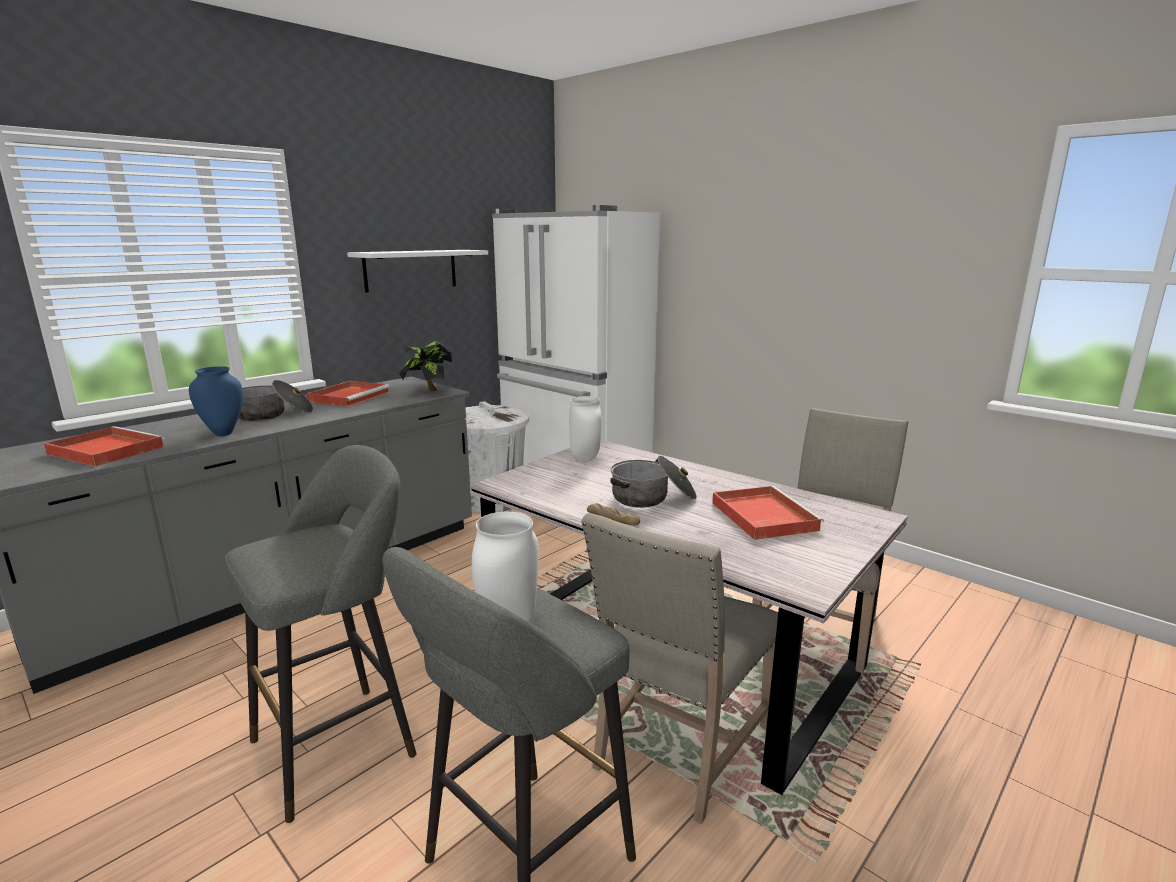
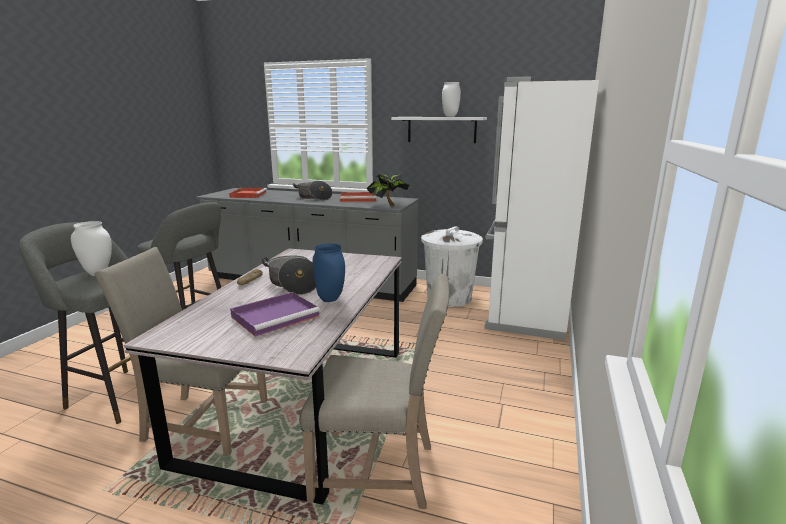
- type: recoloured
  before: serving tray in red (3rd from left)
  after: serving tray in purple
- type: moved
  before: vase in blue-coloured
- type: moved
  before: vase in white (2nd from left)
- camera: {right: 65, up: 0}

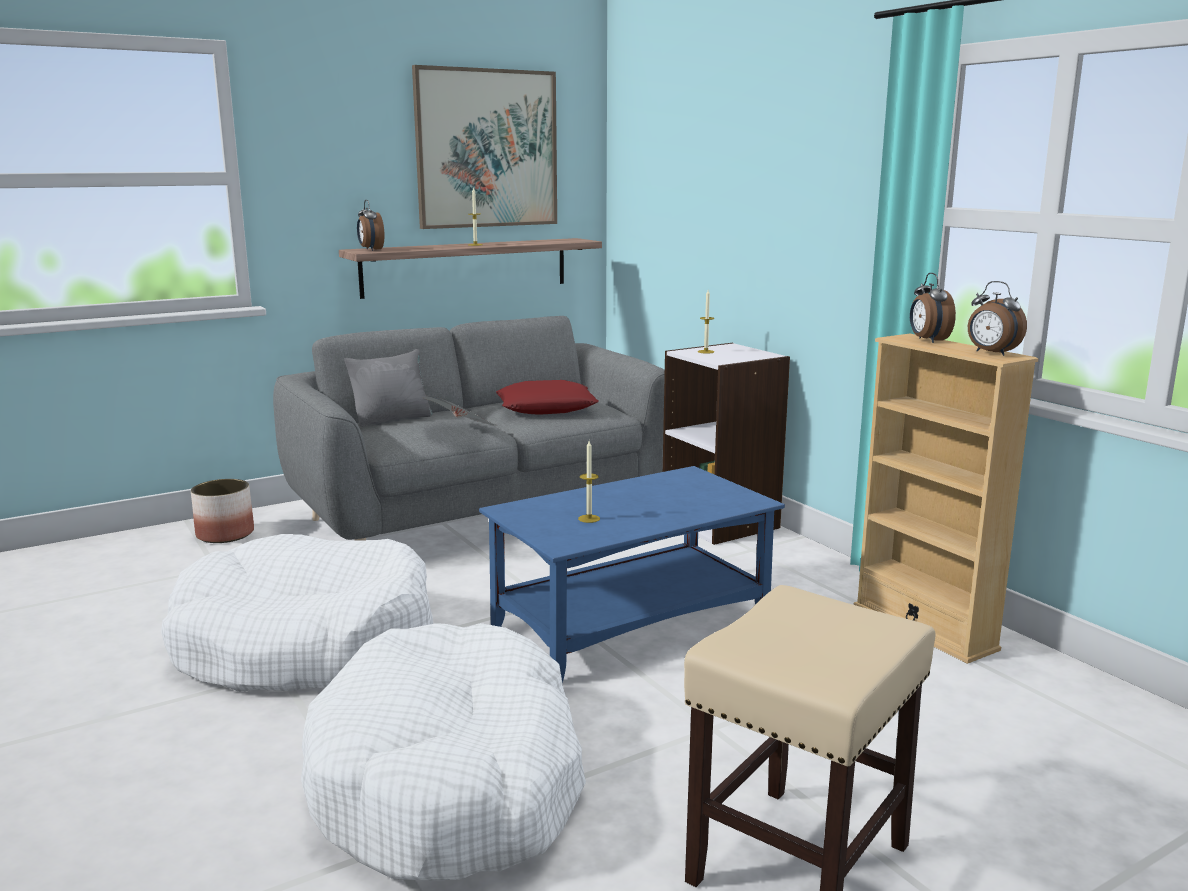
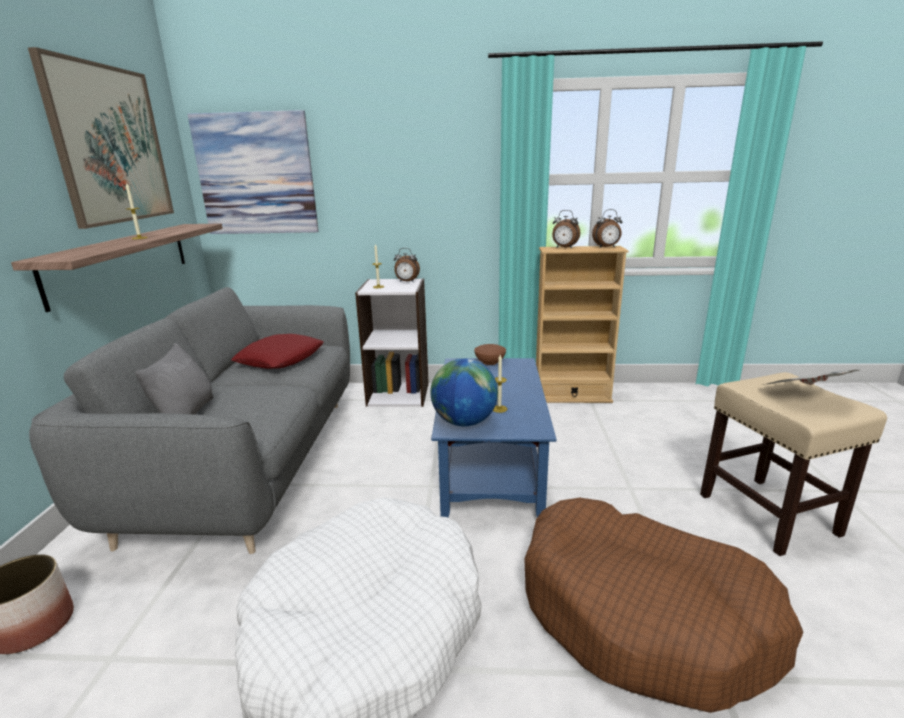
- type: added
  after: picture (2nd from left)
- type: moved
  before: table clock (1st from left)
- type: added
  after: world globe
- type: added
  after: deep dish in brownish
- type: recoloured
  before: dog cushion in white (2nd from left)
  after: dog cushion in brownish
- type: moved
  before: printed paper
- camera: {right: -55, up: 5}

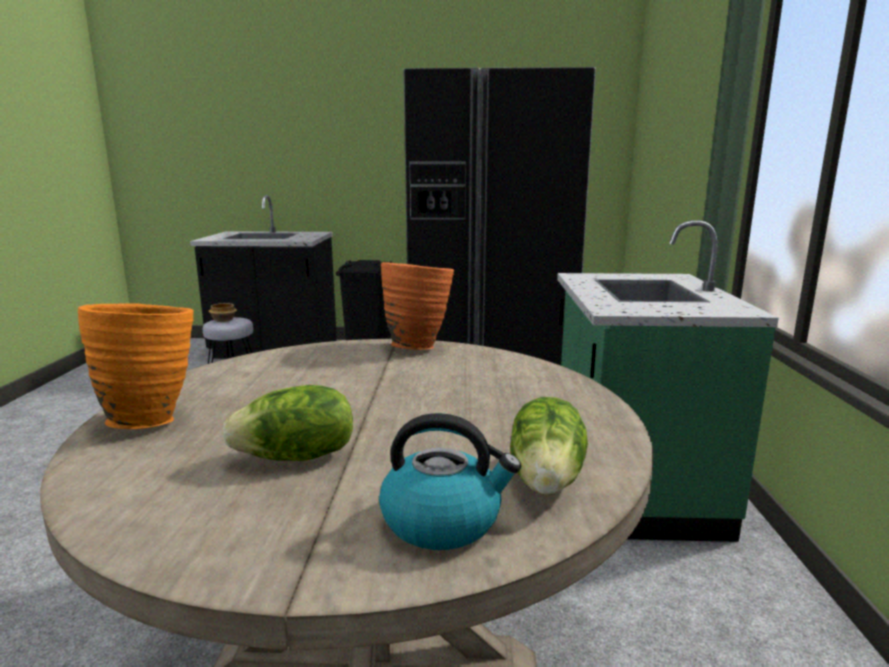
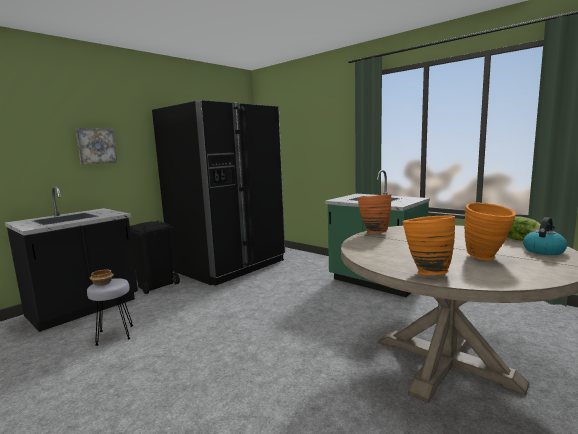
- type: added
  after: picture
- type: replaced
  before: lettuce (1st from left)
  after: vase in orange-coloured (3rd from left)
- camera: {right: -50, up: -5}

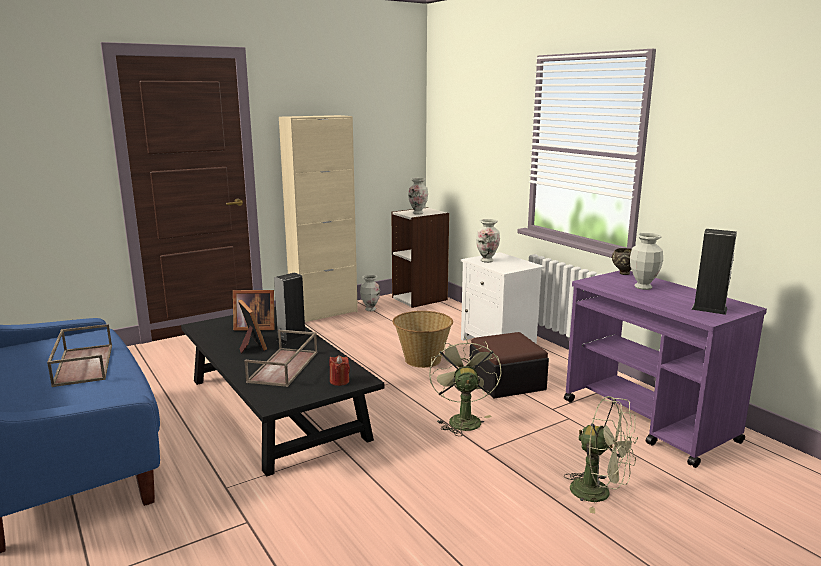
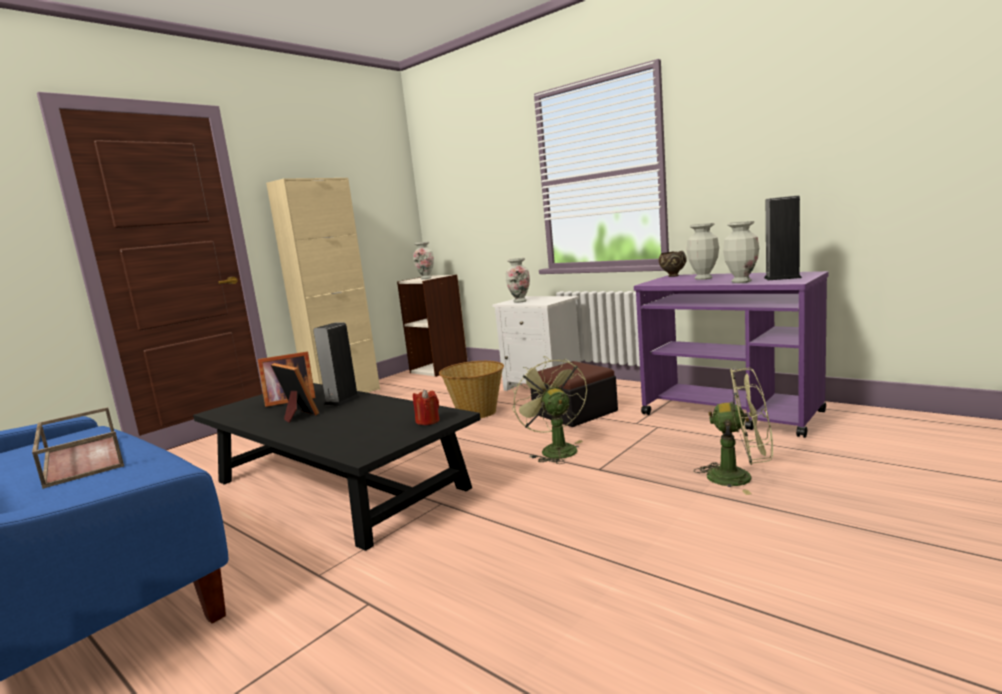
- type: moved
  before: vase (1st from left in the first image)
  after: vase (4th from left)
- type: removed
  before: serving tray in brownish (2nd from left)
- camera: {right: -15, up: -5}

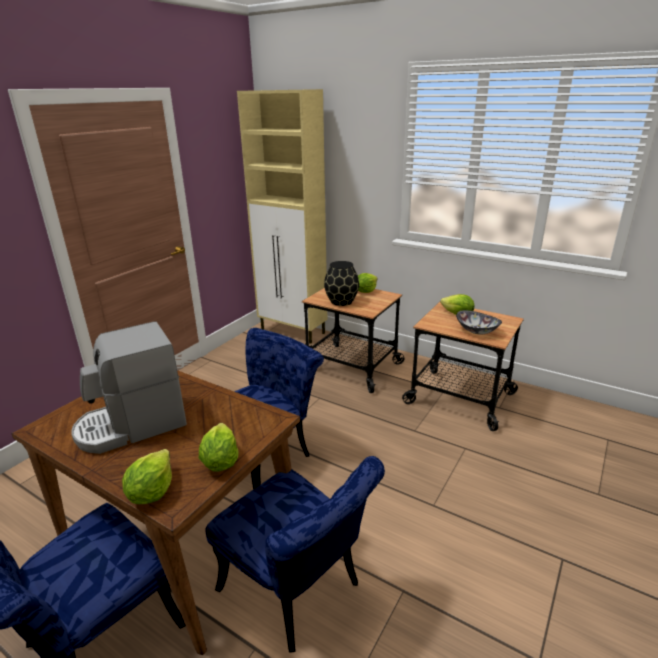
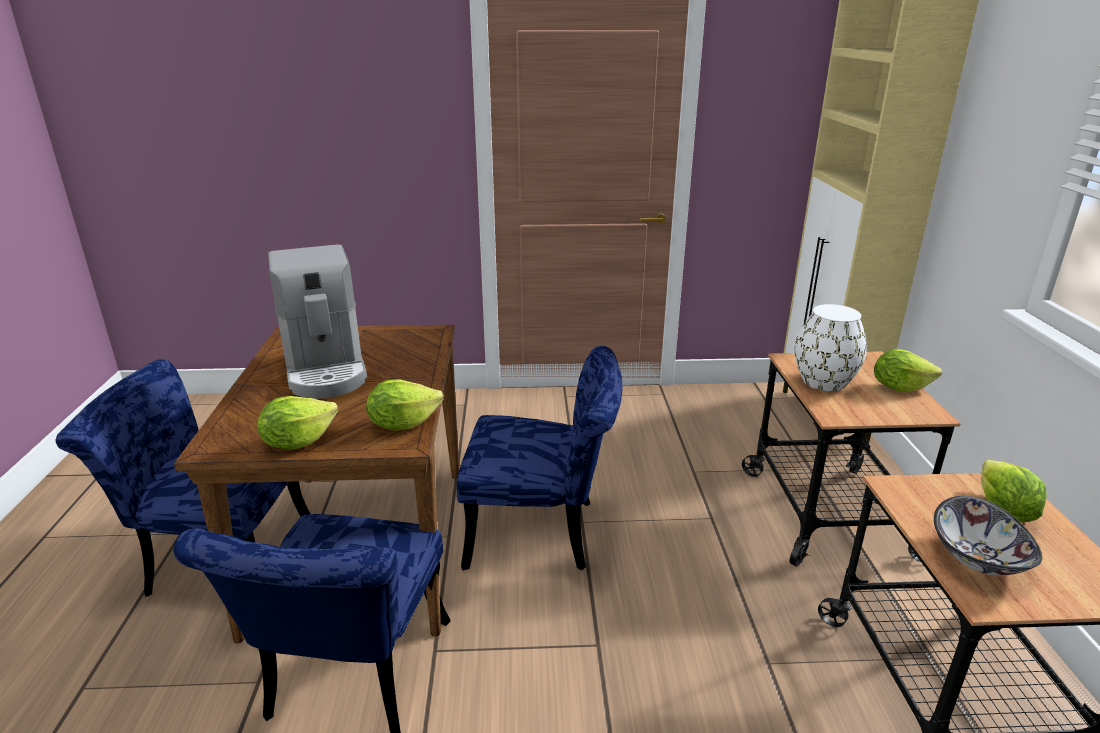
- type: turned
  before: coffee maker
  turn: -135
- type: moved
  before: lettuce (1st from left in the first image)
  after: lettuce (2nd from left)
- type: recoloured
  before: vase in black
  after: vase in white
- camera: {right: 55, up: 0}

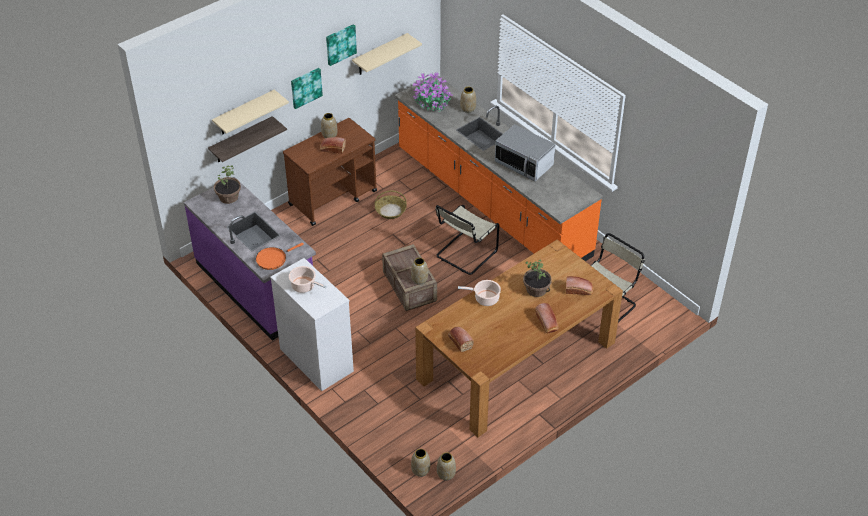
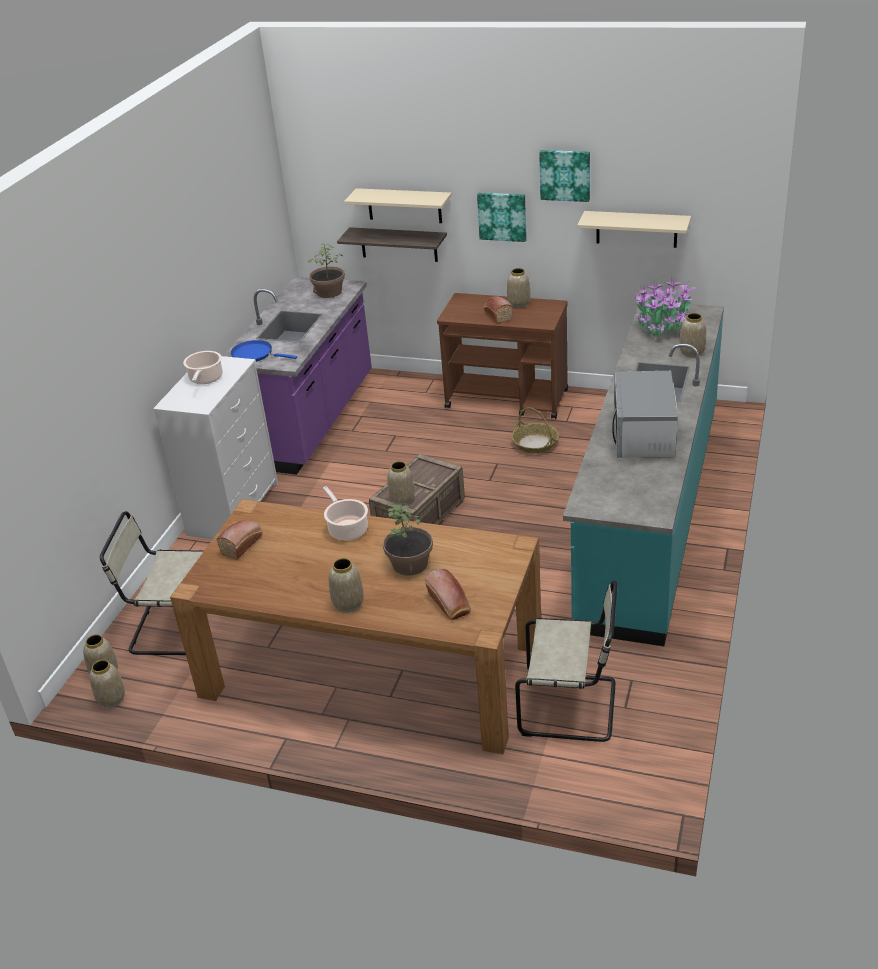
- type: moved
  before: plain chair in sand-coloured (1st from left)
- type: recoloured
  before: skillet in orange-coloured
  after: skillet in blue-coloured
- type: replaced
  before: bakery bread (3rd from left)
  after: vase (3rd from left)
- type: recoloured
  before: kitchen counter in orange-coloured
  after: kitchen counter in turquoise
- camera: {right: 60, up: -10}

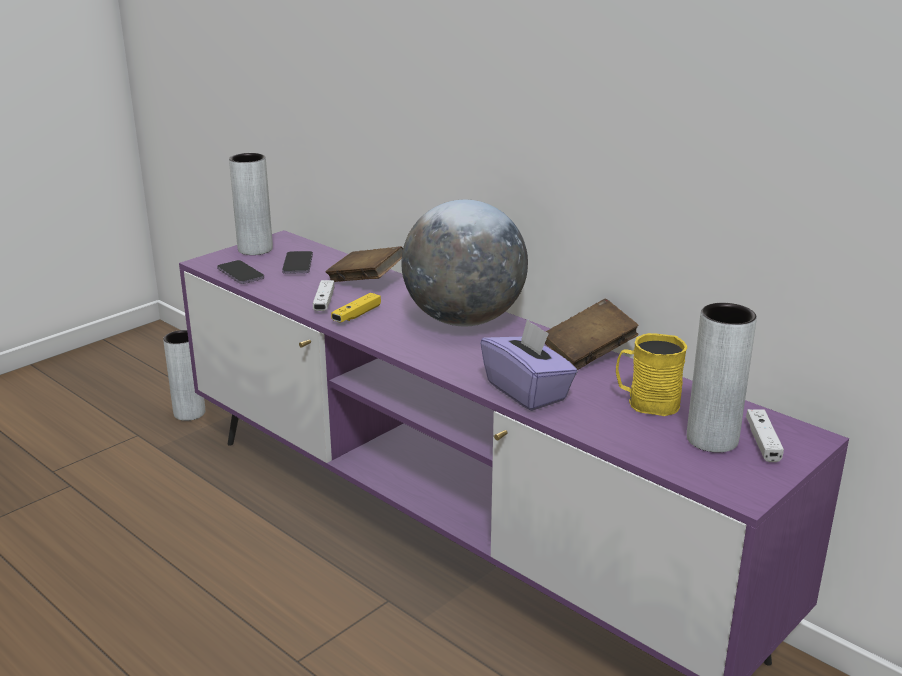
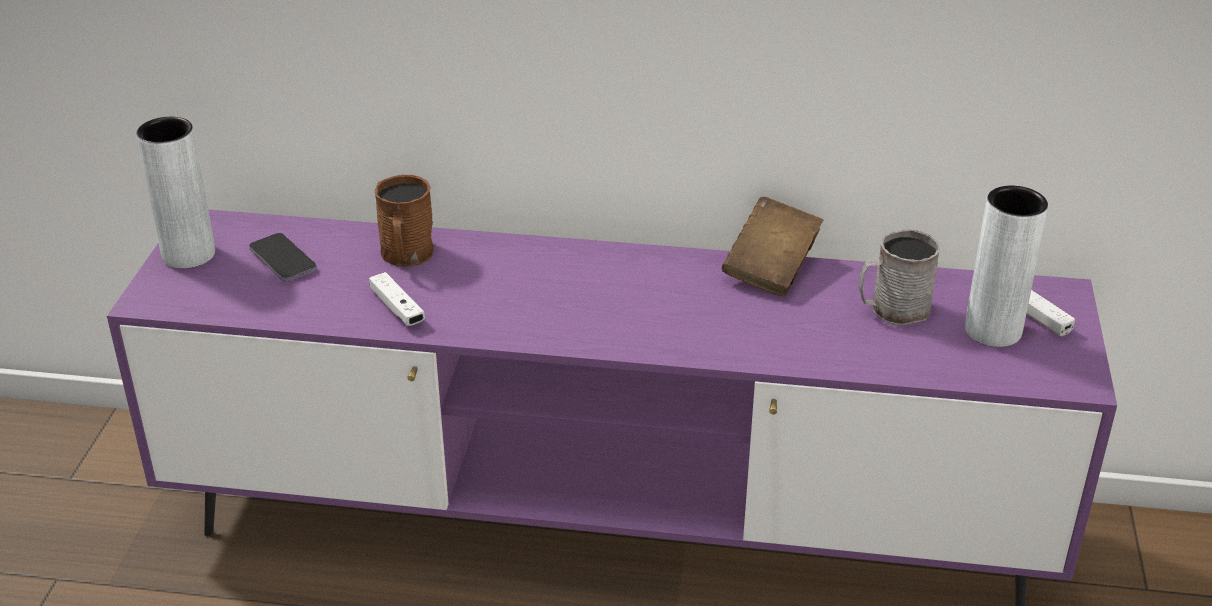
- type: replaced
  before: volume in brownish (1st from left)
  after: coffee mug in brownish
- type: recoloured
  before: coffee mug in yellowish
  after: coffee mug in grey
- type: removed
  before: vase in grey (1st from left)
- type: removed
  before: phone (1st from left)
- type: removed
  before: gamepad in yellowish
- type: removed
  before: world globe
- type: removed
  before: tissue holder in purple
- camera: {right: -35, up: 10}

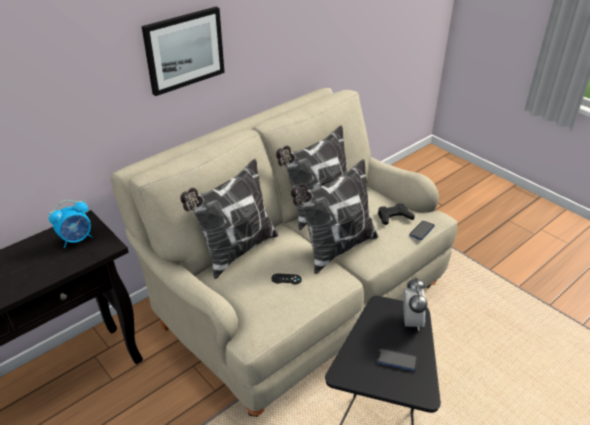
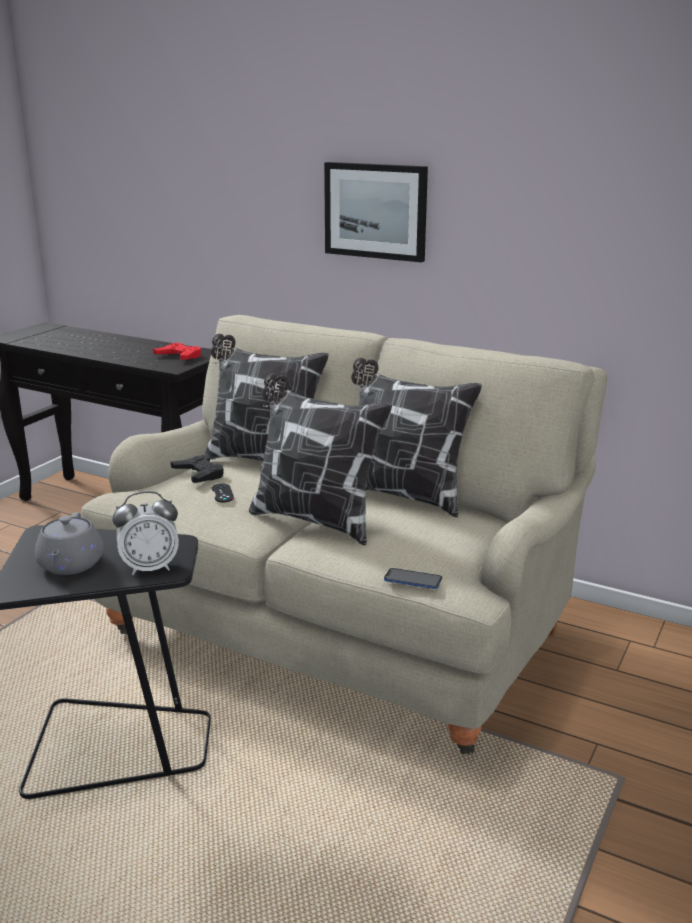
- type: replaced
  before: phone (1st from left)
  after: tea pot in grey
- type: replaced
  before: table clock (1st from left)
  after: gamepad in red
- type: moved
  before: gamepad in black (2nd from left in the first image)
  after: gamepad in black (1st from left)
- camera: {right: 70, up: -15}

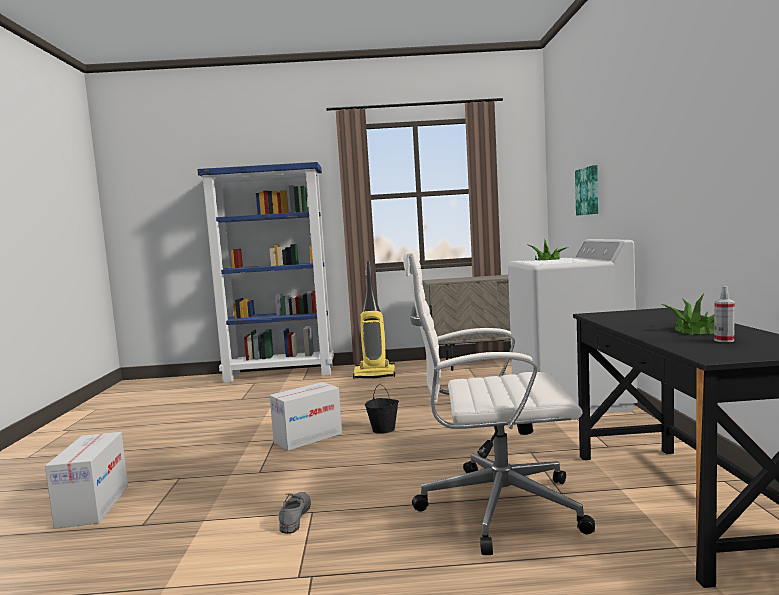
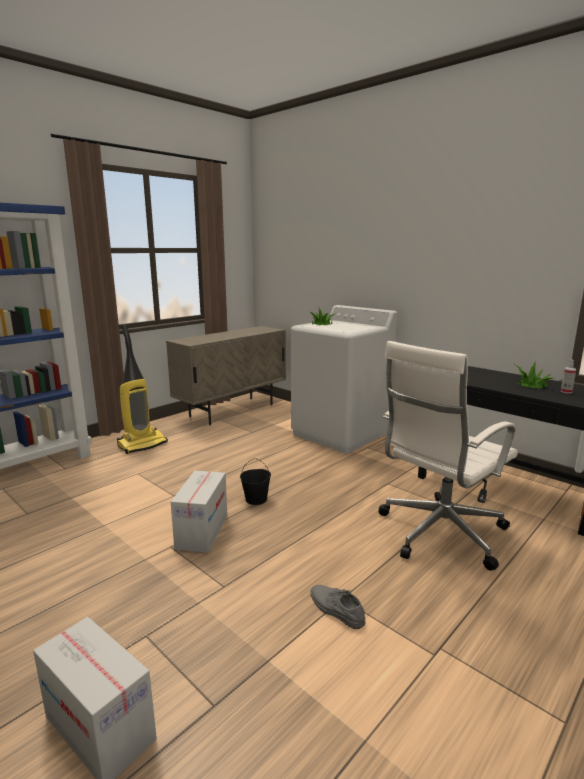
- type: removed
  before: picture
- camera: {right: -45, up: 10}

